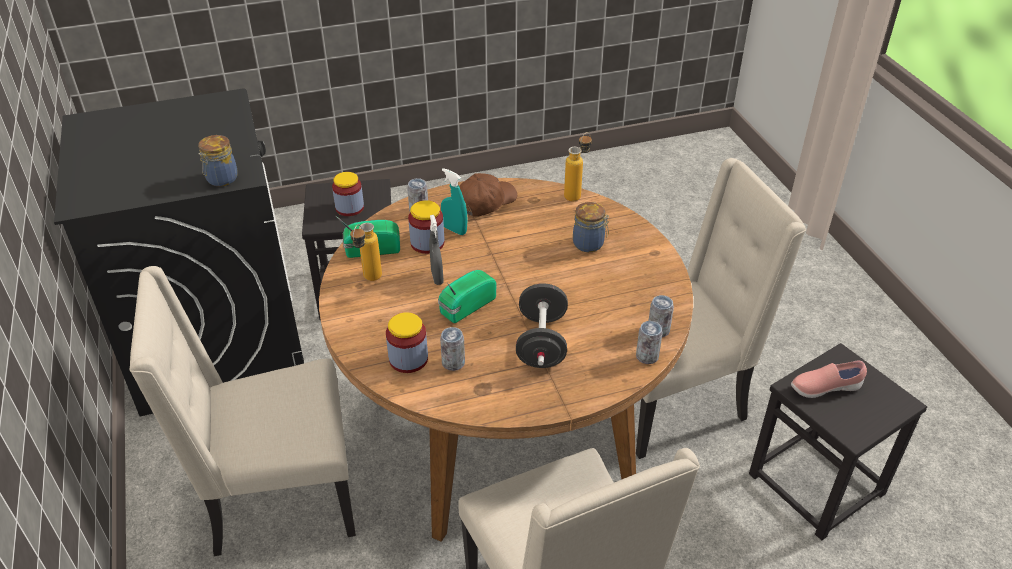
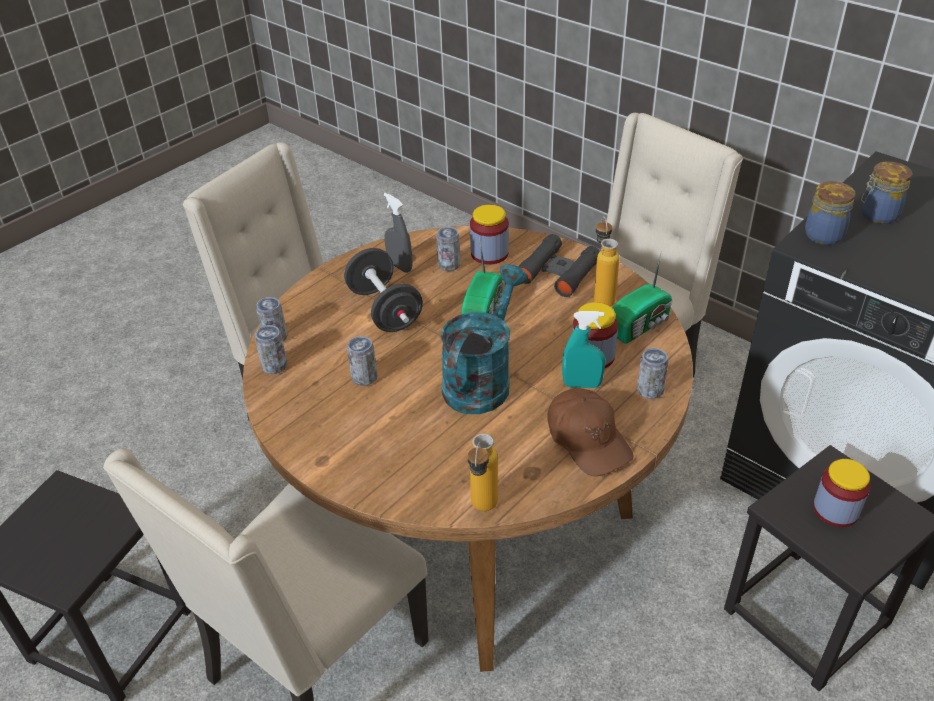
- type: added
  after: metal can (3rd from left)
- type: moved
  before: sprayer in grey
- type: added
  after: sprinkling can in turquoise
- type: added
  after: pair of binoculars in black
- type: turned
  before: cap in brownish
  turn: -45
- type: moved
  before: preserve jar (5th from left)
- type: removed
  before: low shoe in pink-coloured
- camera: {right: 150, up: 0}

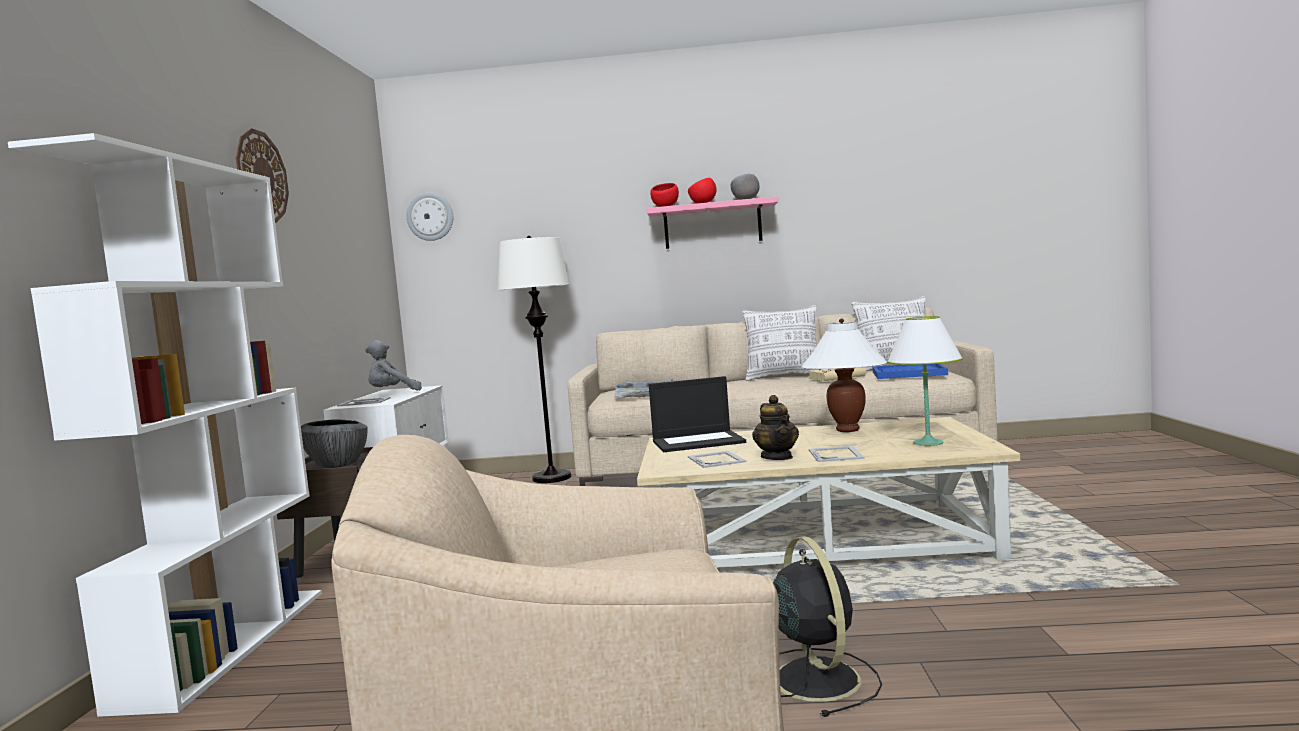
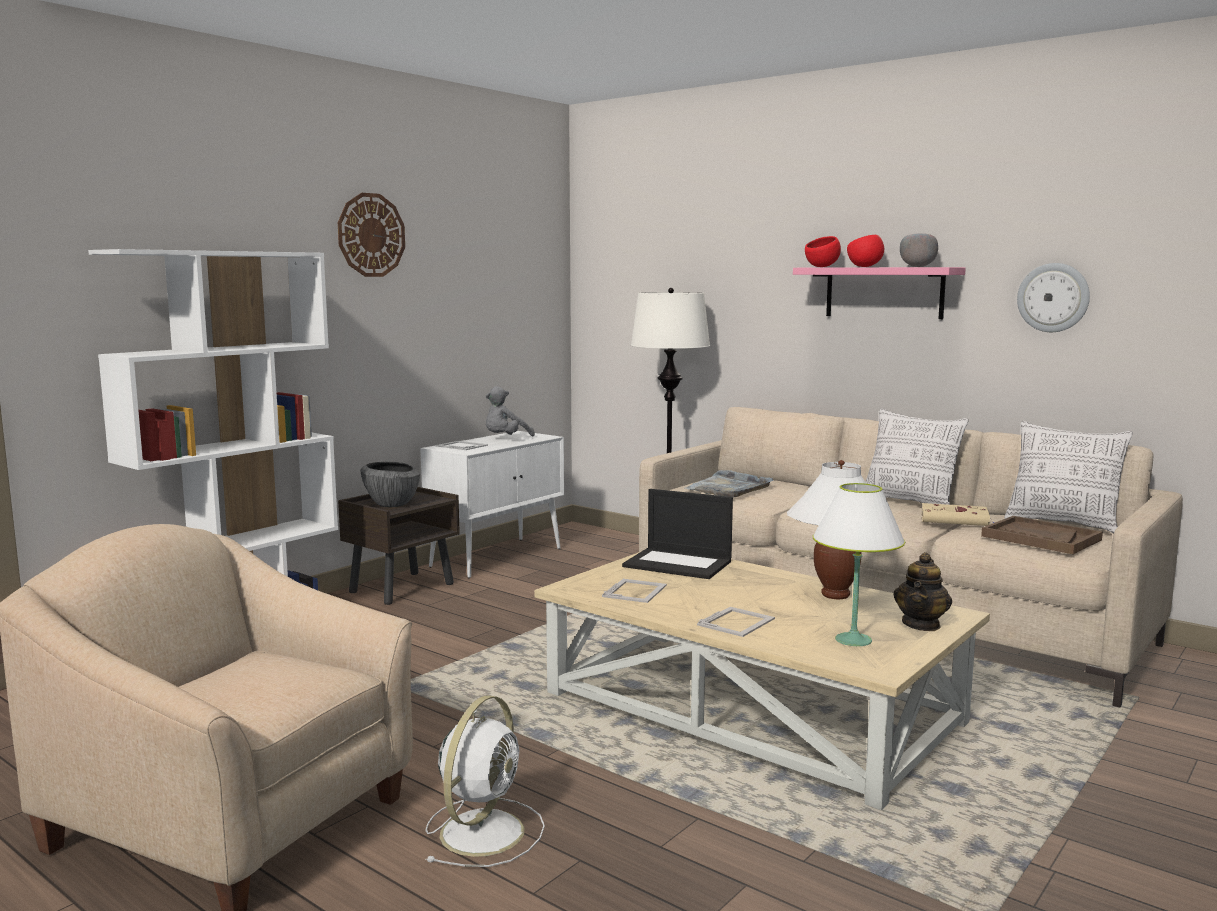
- type: recoloured
  before: fan in black
  after: fan in white
- type: turned
  before: plush toy in grey
  turn: -60
- type: moved
  before: tea pot
- type: recoloured
  before: serving tray in blue-coloured
  after: serving tray in brownish
- type: moved
  before: clock on the wall (2nd from left)
- camera: {right: 35, up: 5}

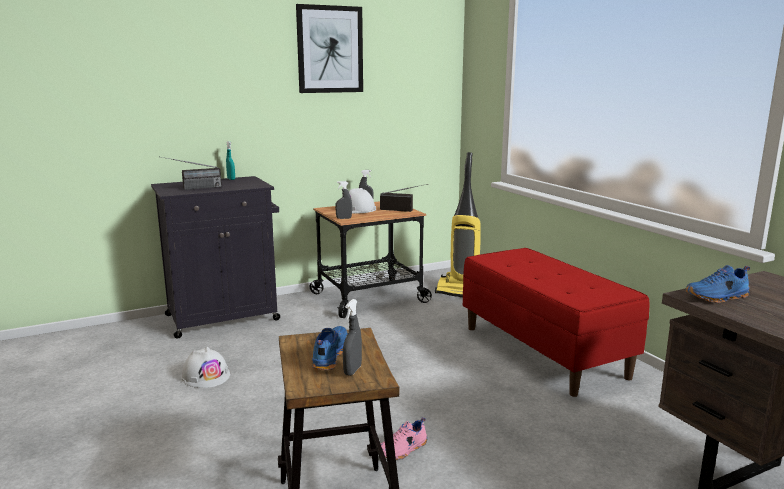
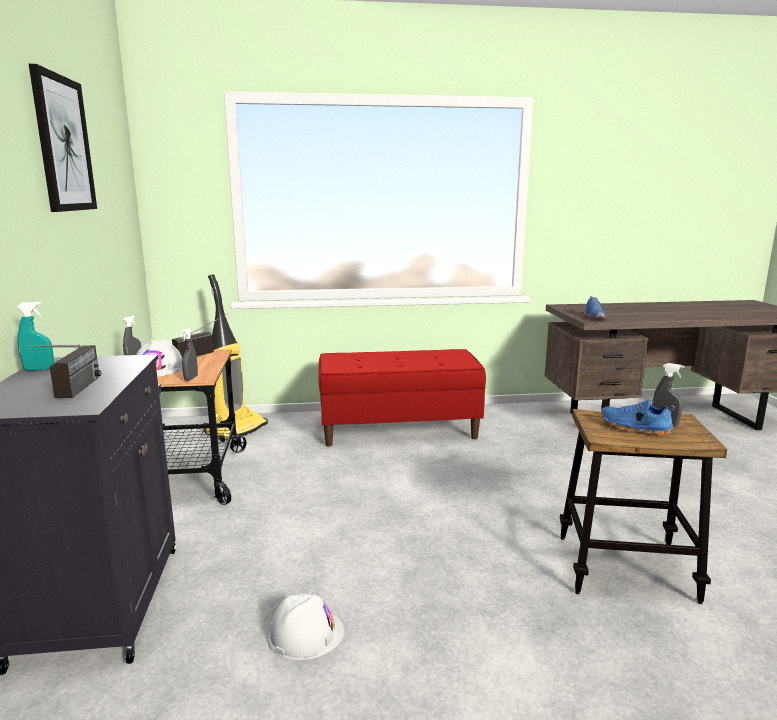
- type: removed
  before: low shoe in pink-coloured
- camera: {right: -70, up: 0}

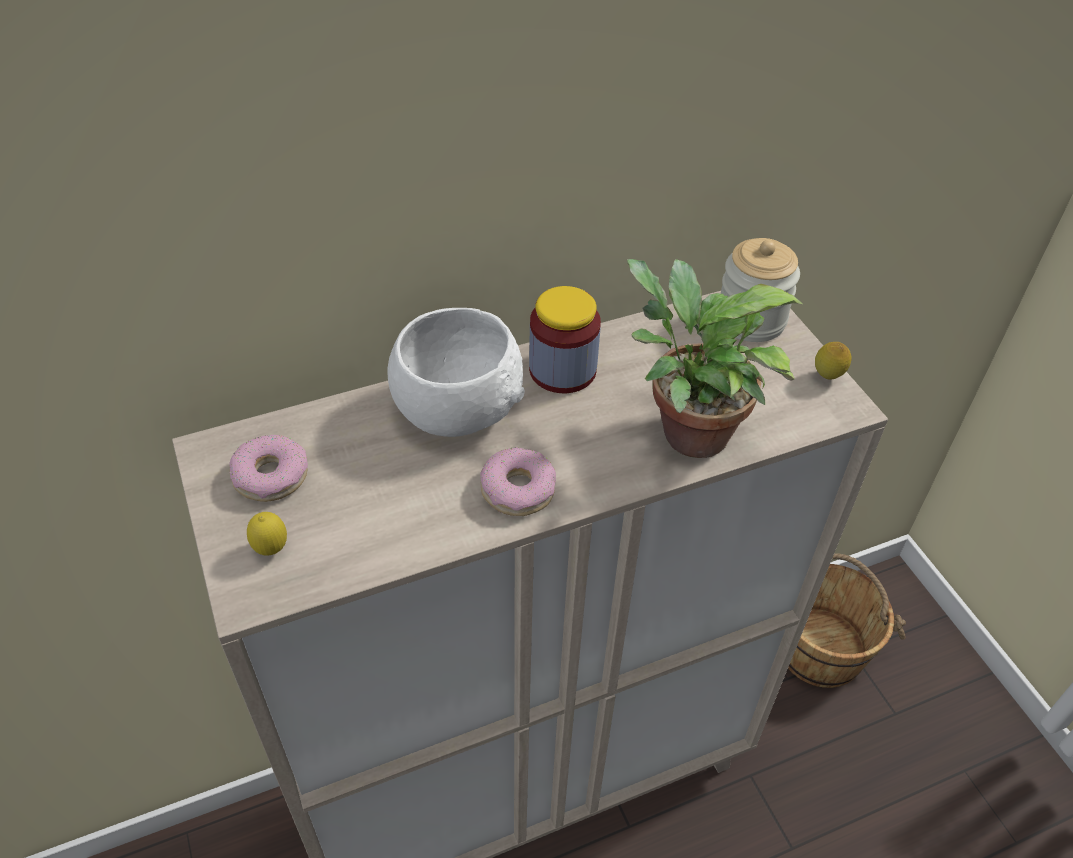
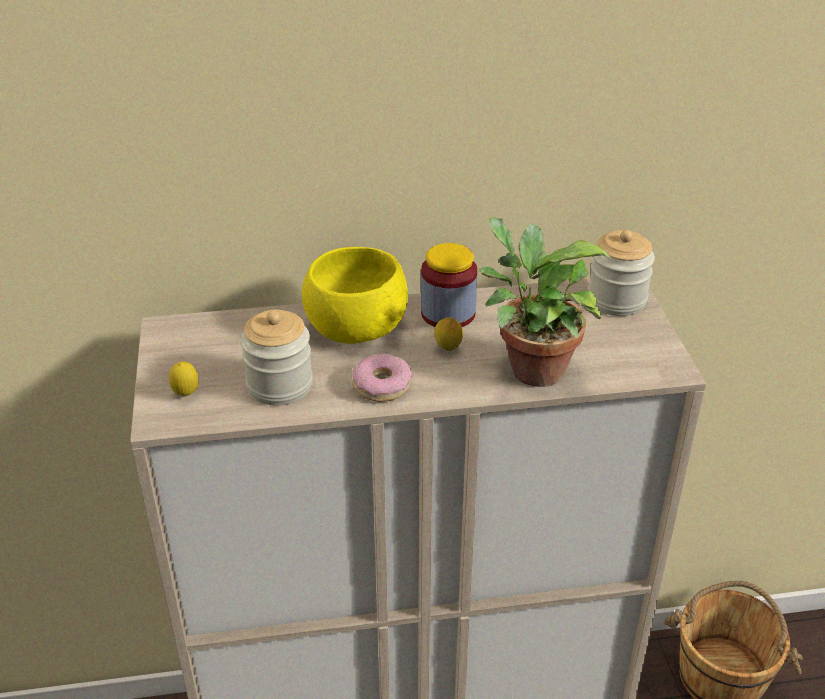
- type: added
  after: preserve jar (1st from left)
- type: recoloured
  before: deep dish in white
  after: deep dish in yellowish
- type: moved
  before: lemon (2nd from left)
- type: removed
  before: doughnut (1st from left)
- camera: {right: 15, up: -10}

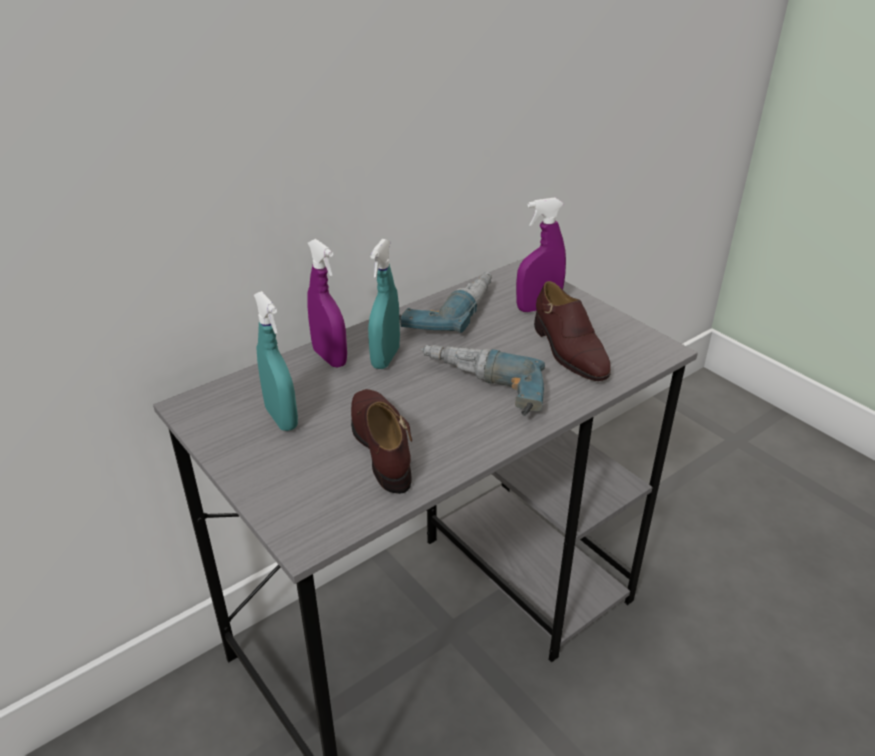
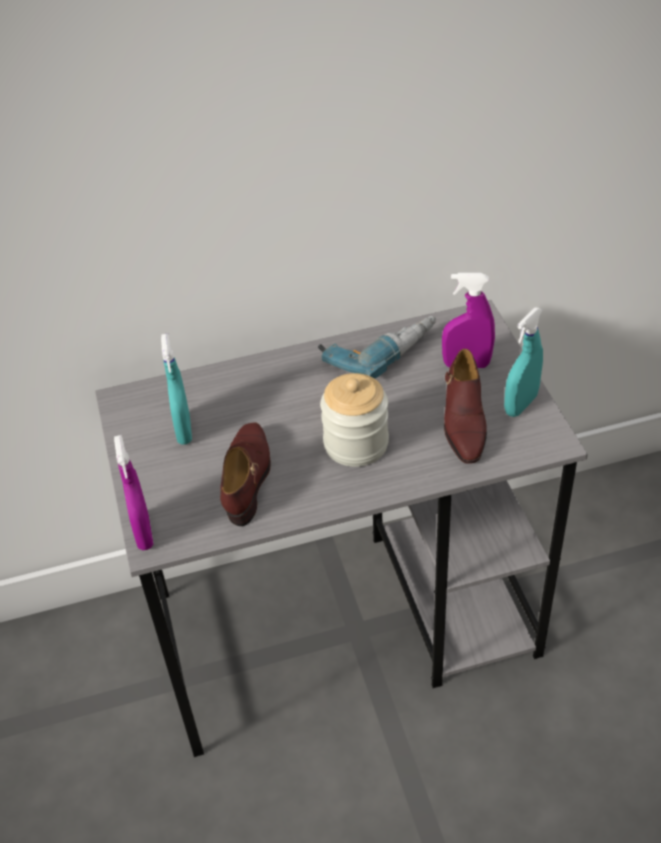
- type: moved
  before: sprayer in purple (1st from left)
- type: replaced
  before: power drill (2nd from left)
  after: preserve jar
- type: moved
  before: sprayer in turquoise (2nd from left)
- camera: {right: 25, up: 10}

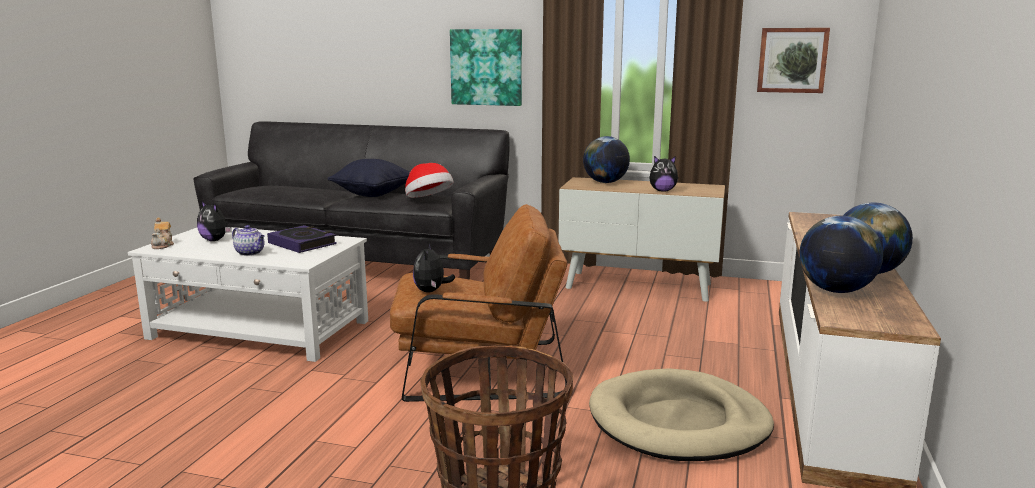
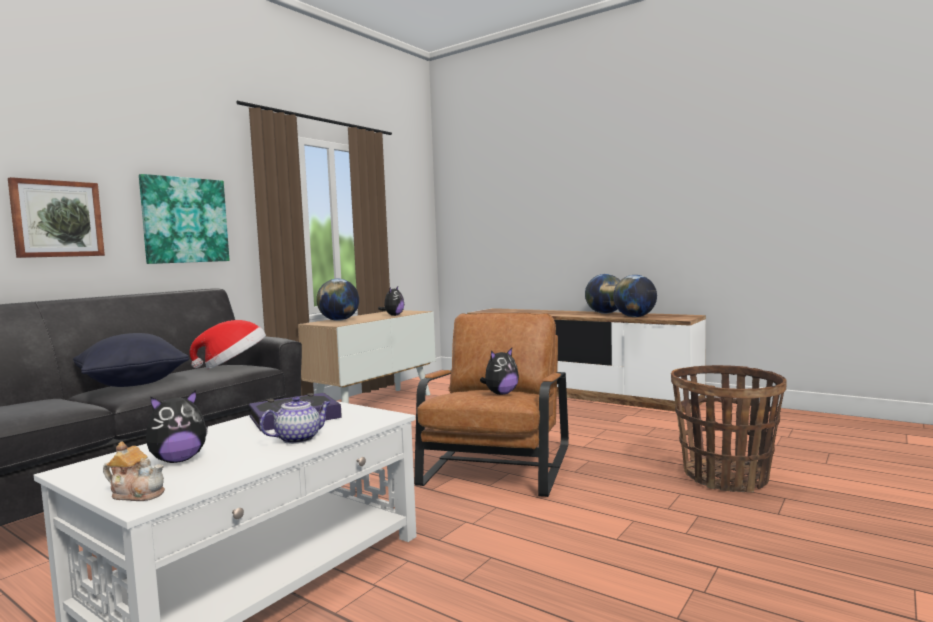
- type: moved
  before: picture (2nd from left in the first image)
  after: picture (1st from left)
- type: turned
  before: plush toy (2nd from left in the first image)
  turn: -60
- type: removed
  before: dog cushion in sand-coloured
- camera: {right: -70, up: -10}

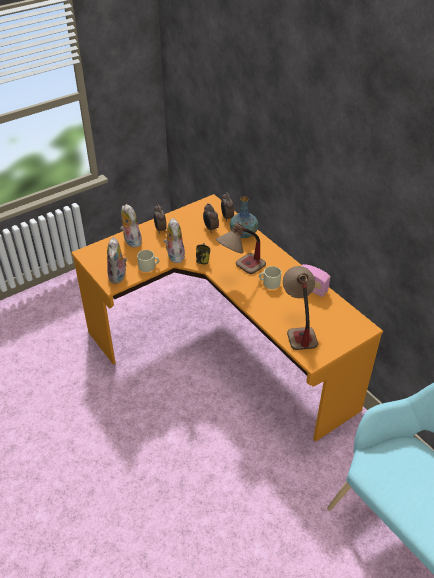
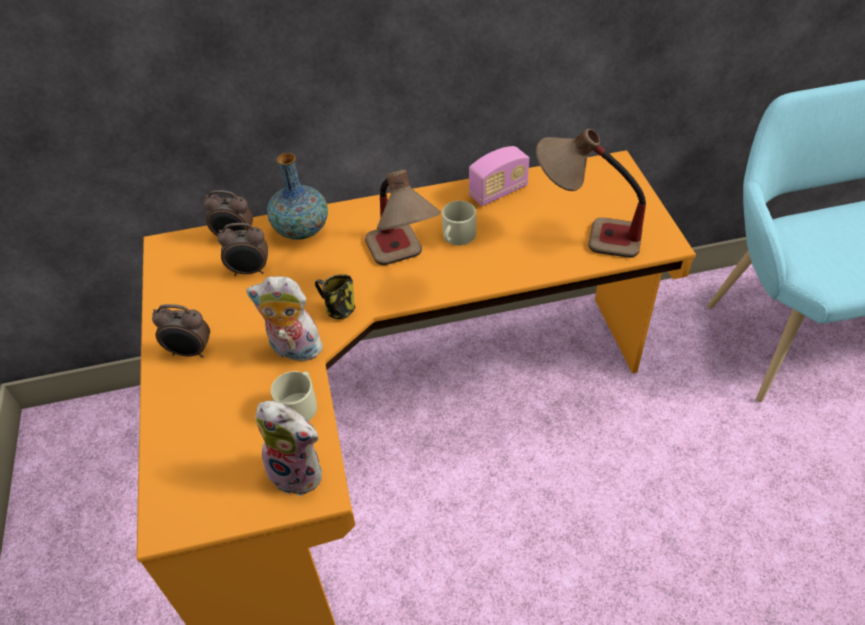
- type: removed
  before: plush toy (2nd from left)
- camera: {right: -65, up: 5}

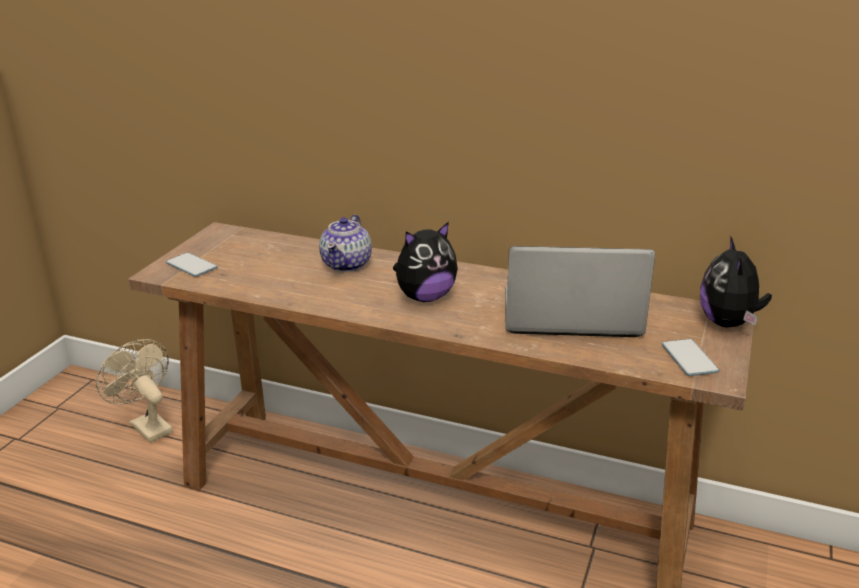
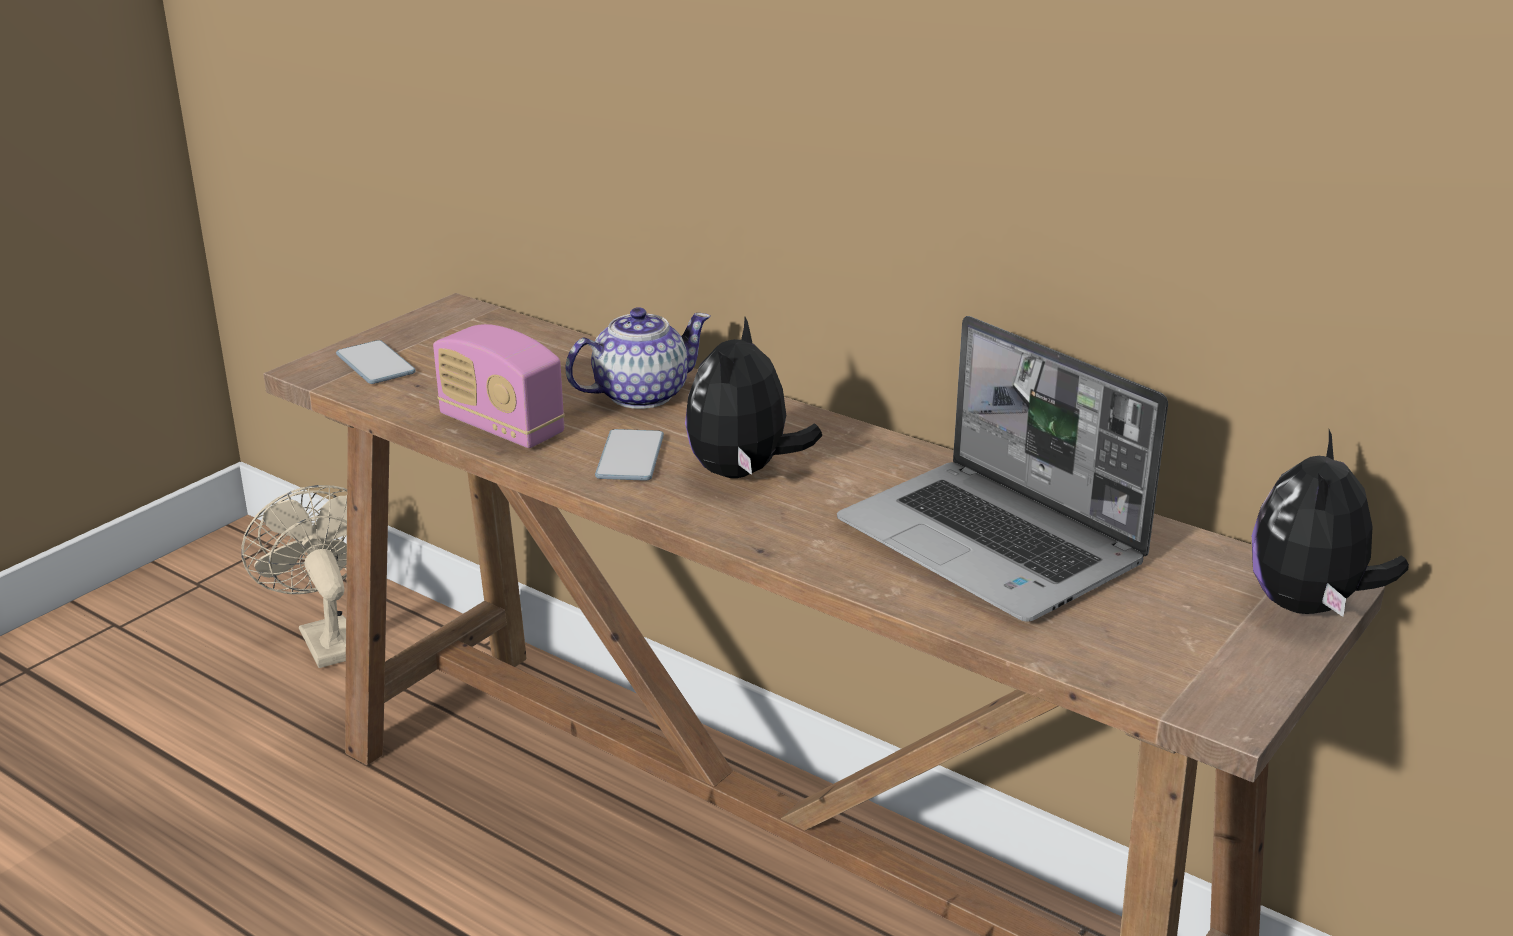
- type: added
  after: radio receiver
- type: turned
  before: tea pot
  turn: -150
- type: moved
  before: phone (2nd from left)
- type: turned
  before: plush toy (1st from left)
  turn: 120
- type: turned
  before: notebook computer
  turn: -150
- camera: {right: 15, up: 0}

